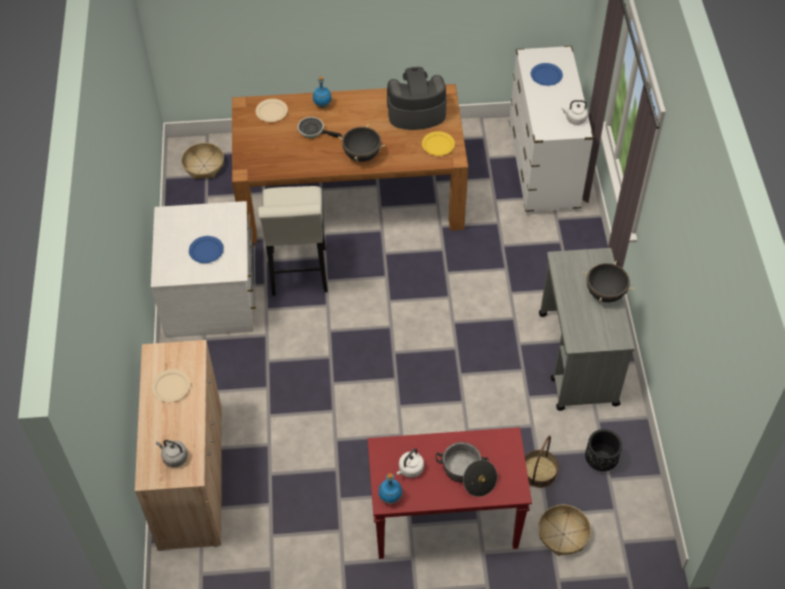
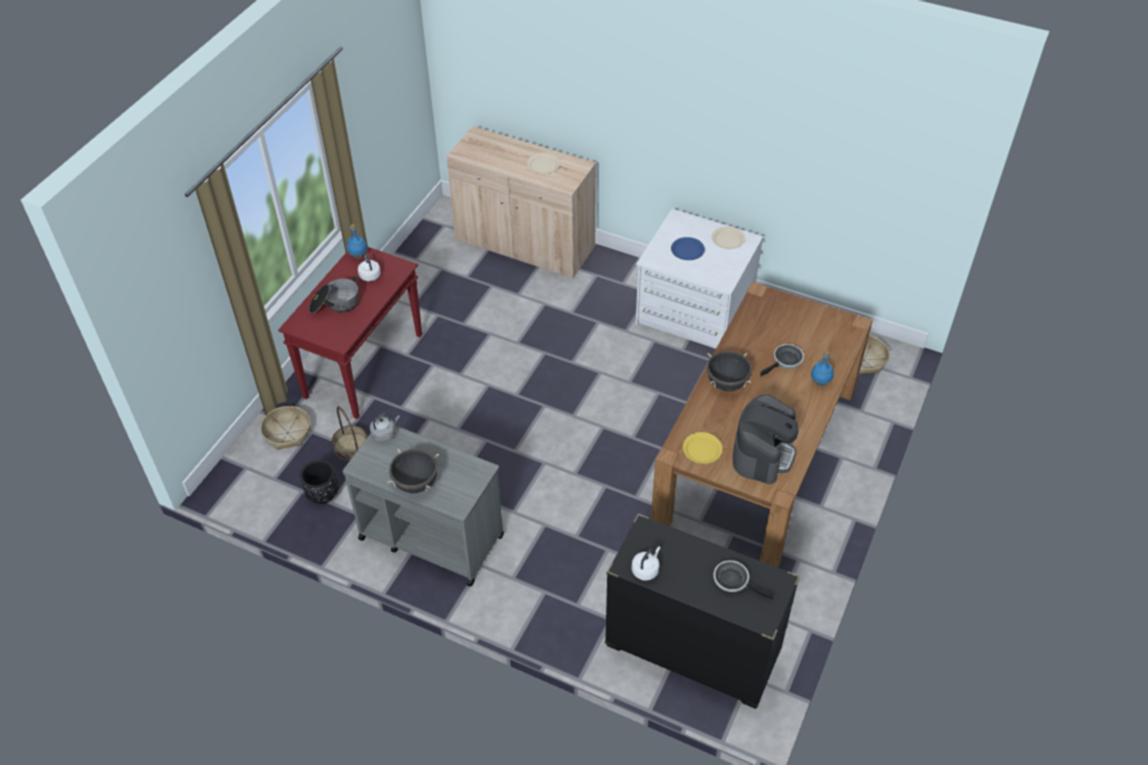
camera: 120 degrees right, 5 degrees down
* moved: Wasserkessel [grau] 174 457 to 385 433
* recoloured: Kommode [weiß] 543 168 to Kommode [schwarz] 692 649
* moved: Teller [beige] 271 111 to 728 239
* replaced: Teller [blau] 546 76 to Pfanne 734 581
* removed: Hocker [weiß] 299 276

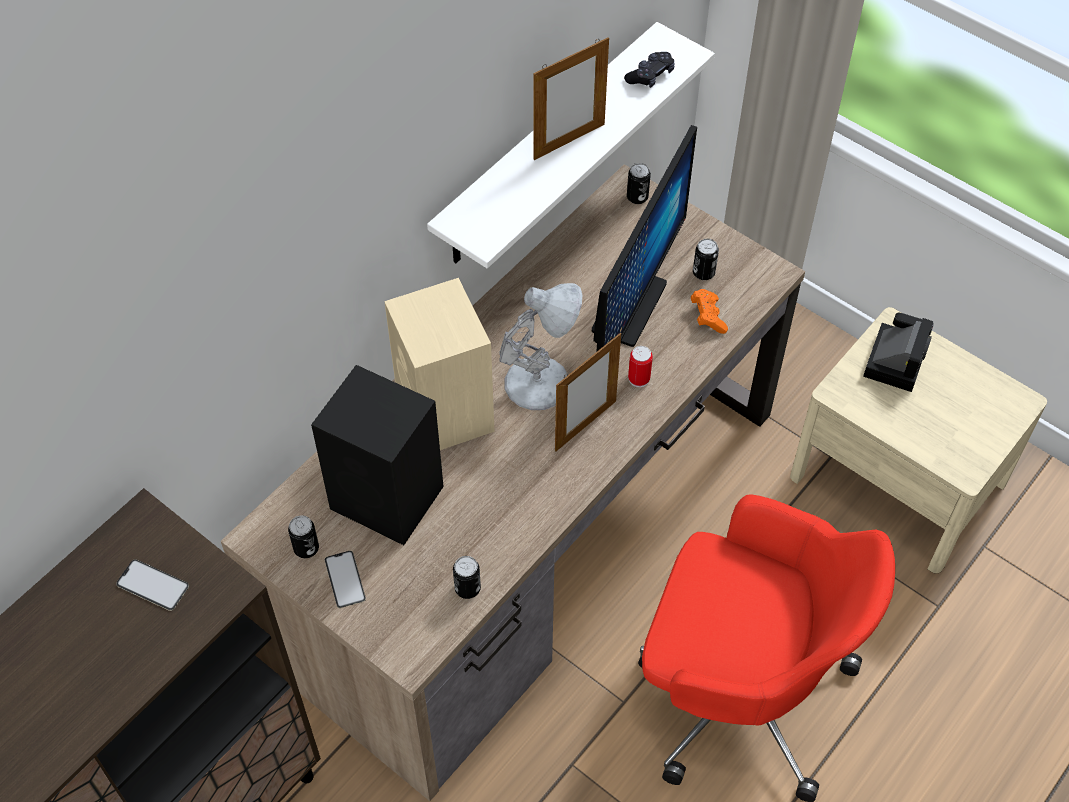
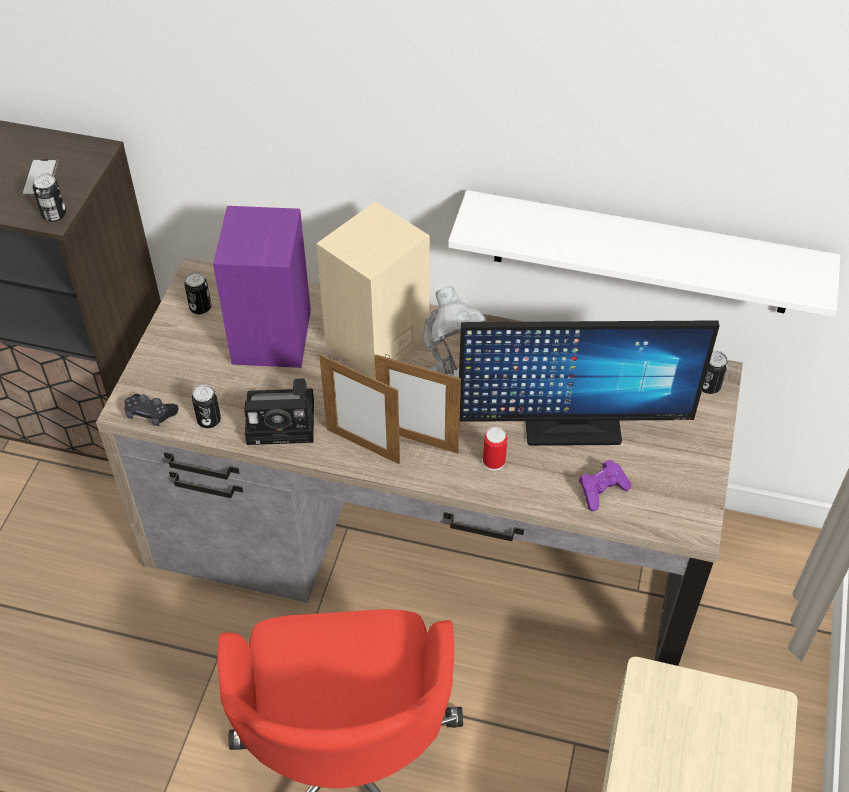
camera: 65 degrees right, 5 degrees down
* moved: Dose 703 273 to 54 214
* moved: Gamepad [schwarz] 650 75 to 150 414
* recoloured: Lautsprecher [schwarz] 389 499 to Lautsprecher [lila] 271 338
* moved: Kamera 895 358 to 284 421
* moved: Bilderrahmen 569 141 to 363 446
* recoloured: Gamepad [orange] 707 317 to Gamepad [lila] 602 490
* removed: Handy 345 579

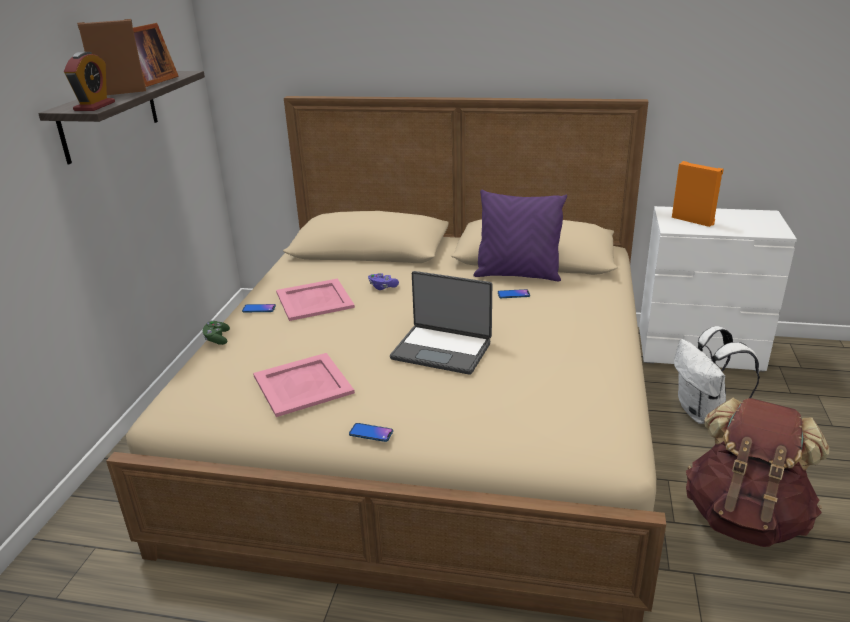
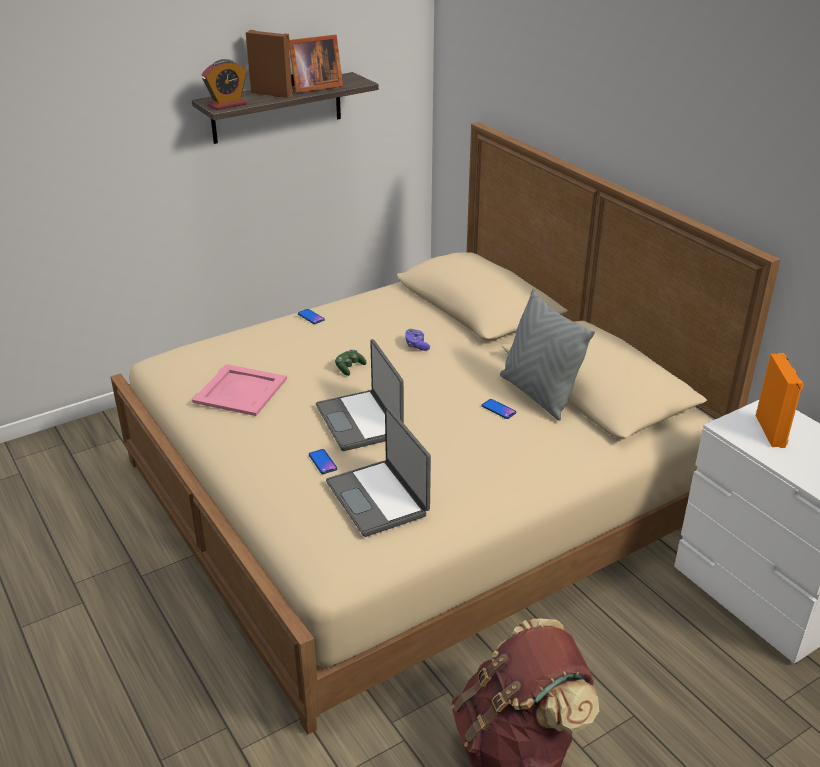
camera: 45 degrees right, 5 degrees up
* moved: Handy 371 433 to 322 462
* added: Laptop 379 498
* moved: Gamepad [grün] 217 339 to 349 368
* recoloured: Kissen [lila] 517 275 to Kissen [grau] 538 394
* removed: Tablett [rosa] 315 299
* removed: Rucksack [weiß] 703 413

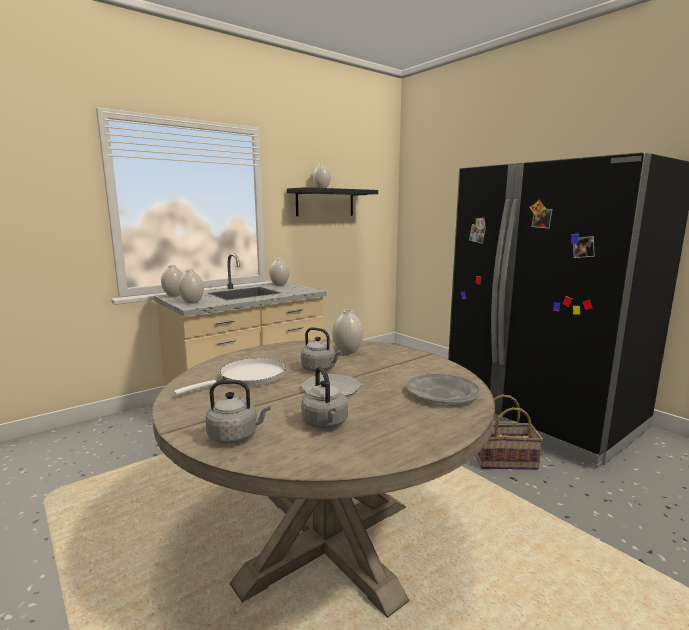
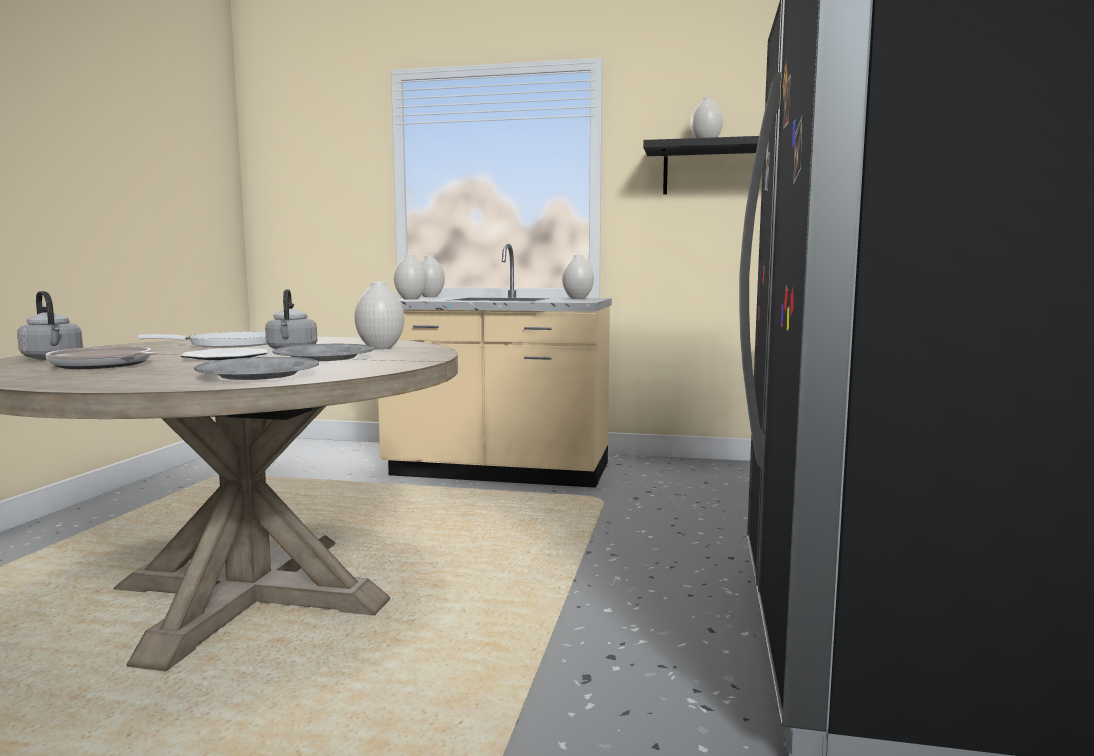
camera: 50 degrees right, 5 degrees down
* replaced: Wasserkessel [grau] 325 424 to Pfanne 104 365
* added: Teller [grau] 324 358
* removed: Korb 505 460

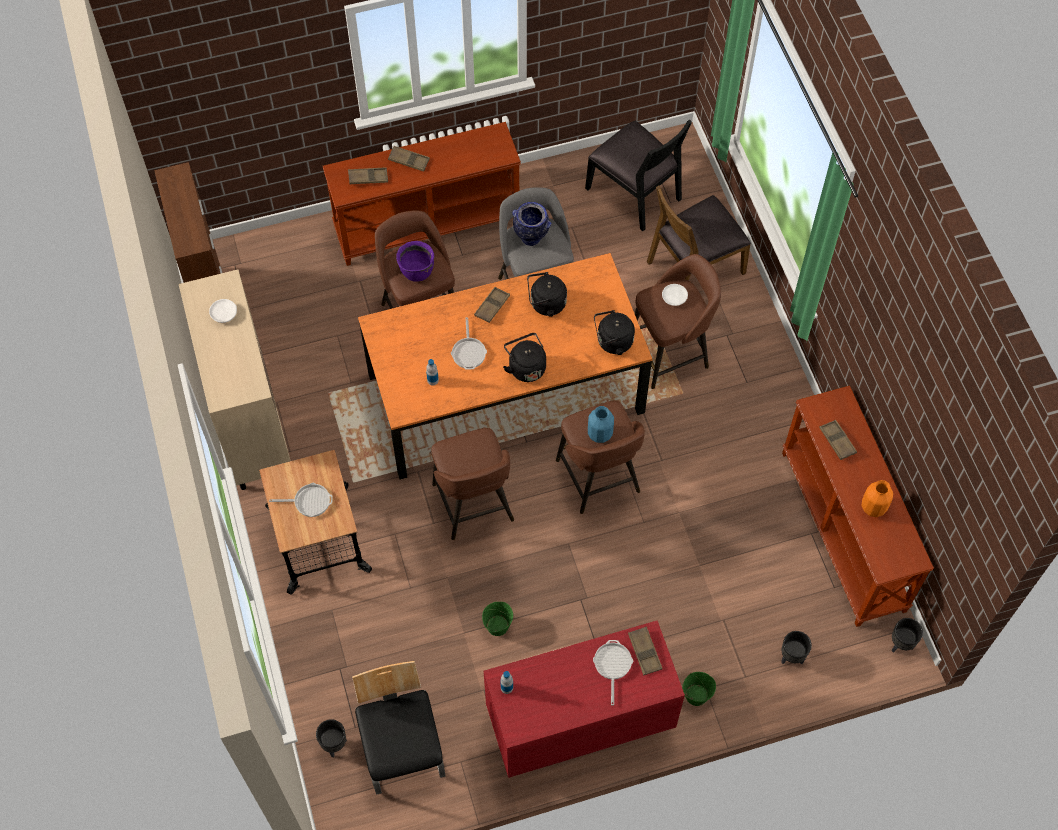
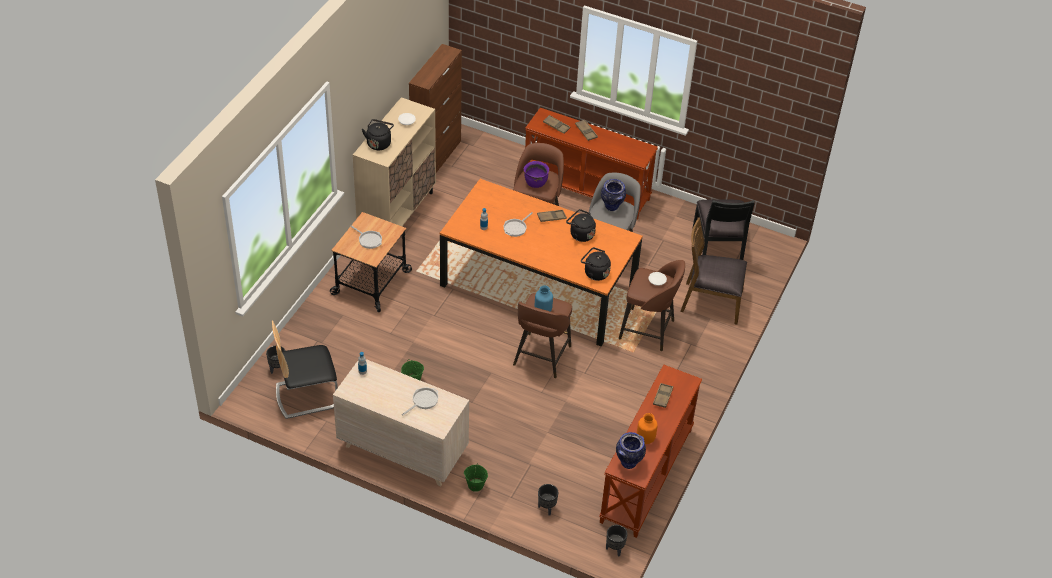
camera: 40 degrees right, 15 degrees down
* turned: Stuhl 403 749 = 306 395 135 degrees counterclockwise
* recoloured: Kommode [rot] 579 723 to Kommode [beige] 402 450
* moved: Wasserkessel [schwarz] 525 367 to 379 143
* added: Vase 629 462
* removed: Hocker [braun] 473 505
* removed: Tablett [braun] 644 652

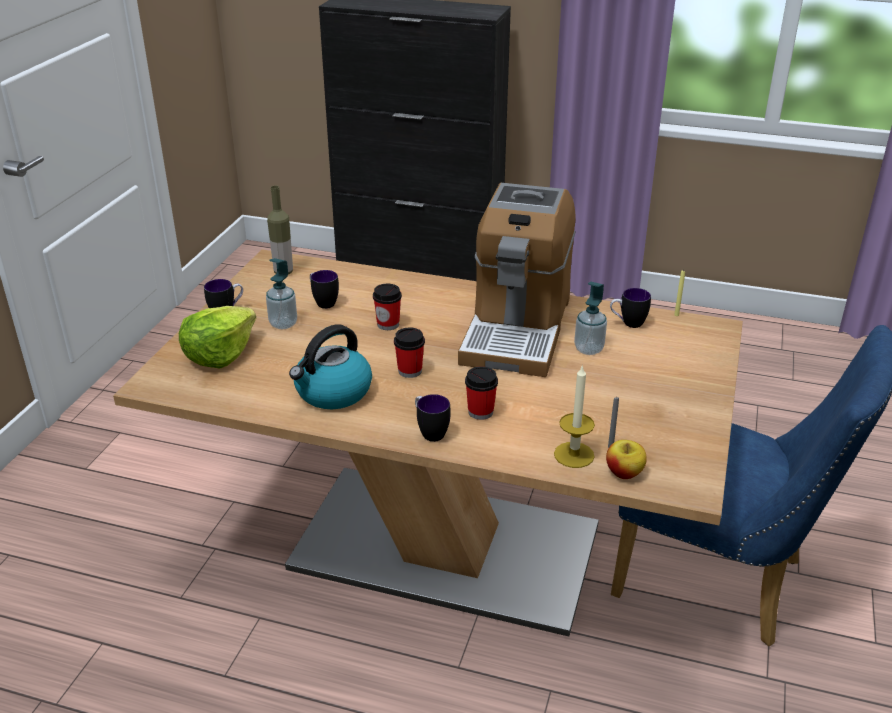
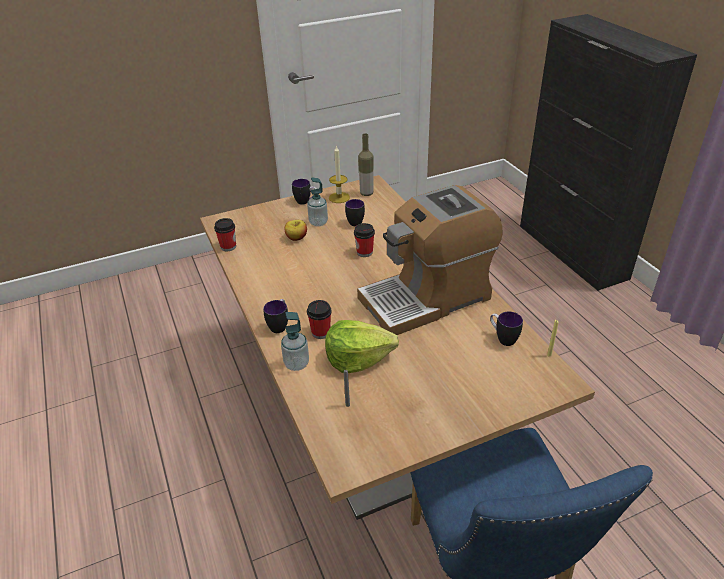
camera: 50 degrees right, 5 degrees up
* moved: Tasse 410 371 to 228 247
* moved: Seifenspender 588 349 to 296 364
* moved: Apfel 624 472 to 296 238
* moved: Salatkopf 219 354 to 358 359
* moved: Kerze 574 455 to 339 197
* removed: Wasserkessel 332 392

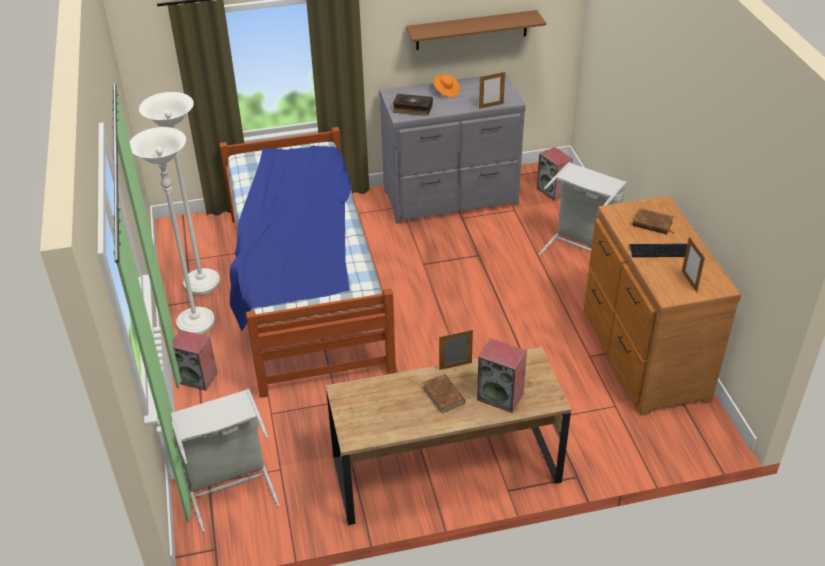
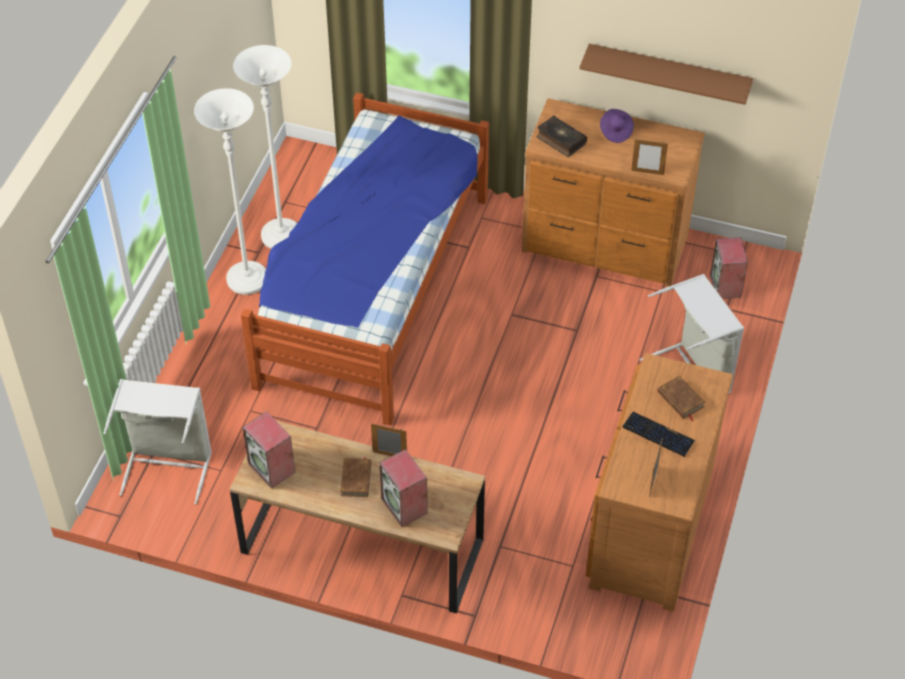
camera: 30 degrees right, 10 degrees up
* moved: Lautsprecher 198 378 to 272 468
* recoloured: Kommode [grau] 451 198 to Kommode [braun] 605 245
* recoloured: Hut [orange] 446 91 to Hut [lila] 615 132

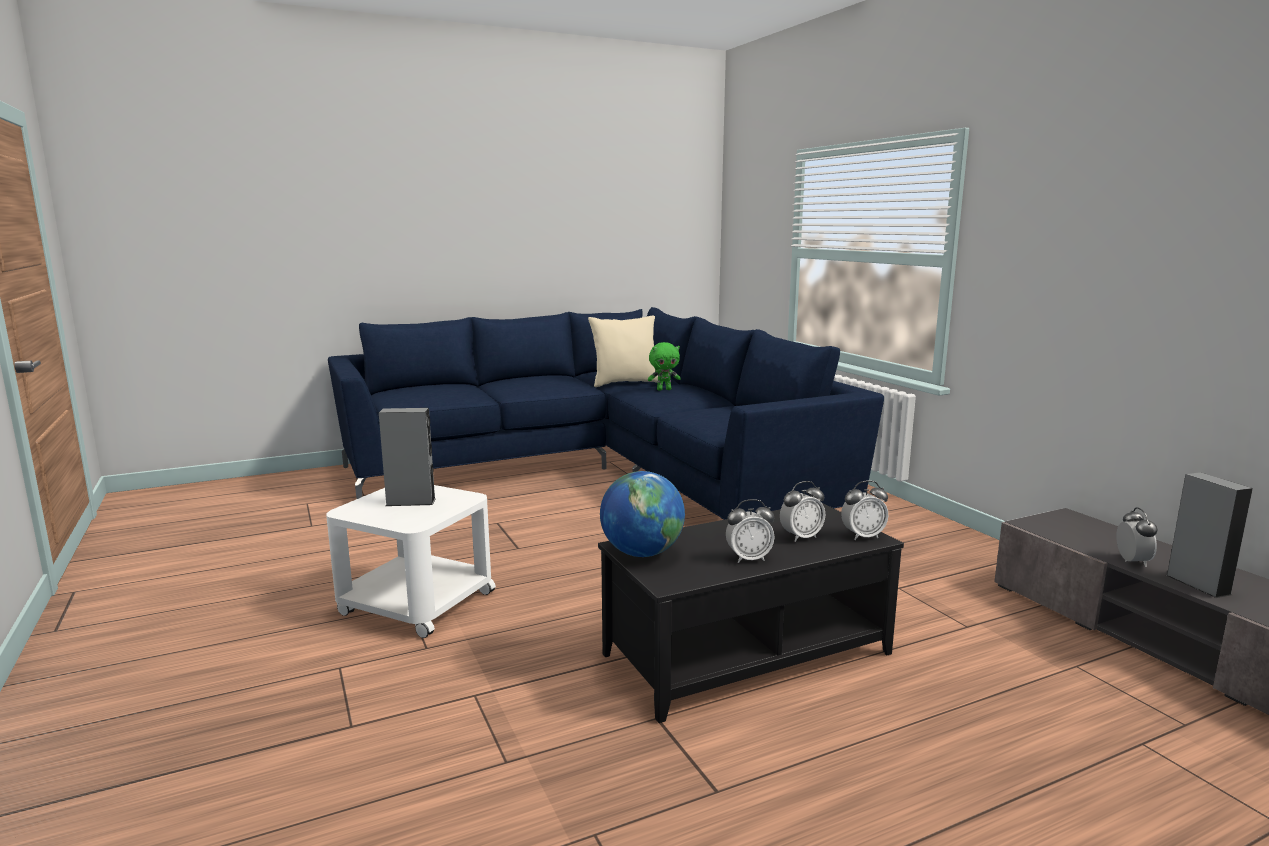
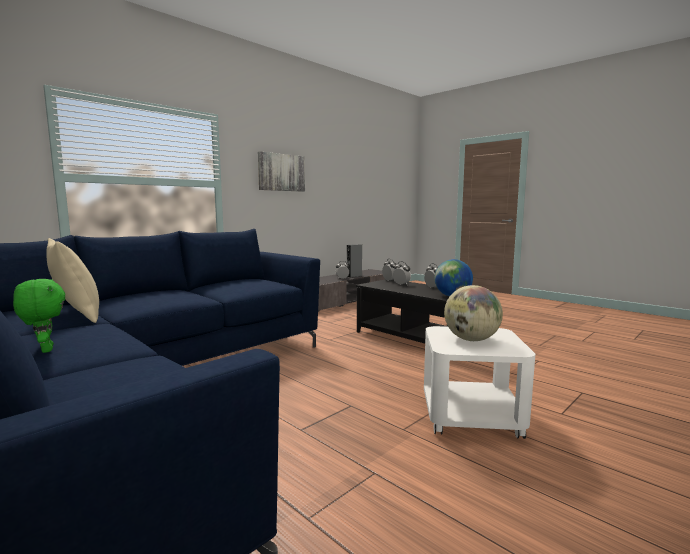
camera: 110 degrees left, 5 degrees down
* moved: Plüschtier [grün] 664 389 to 45 350
* added: Bild 281 172
* replaced: Lautsprecher [grau] 410 502 to Globus 471 340

